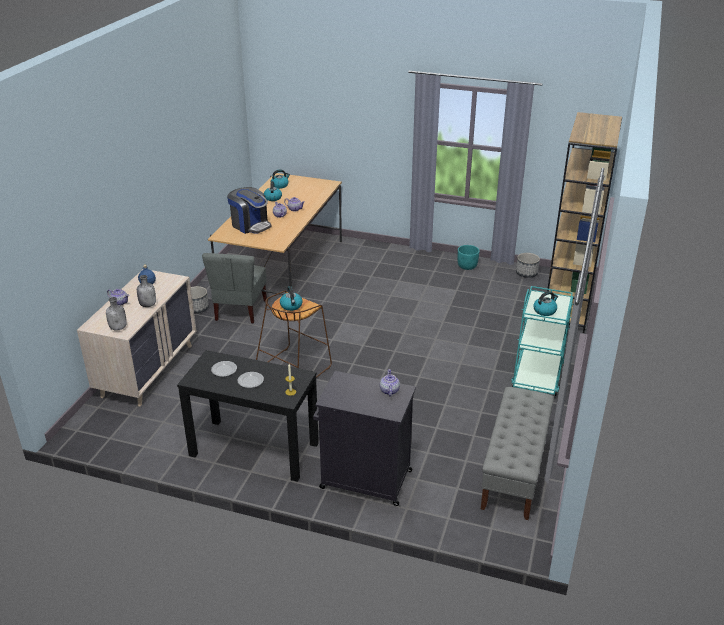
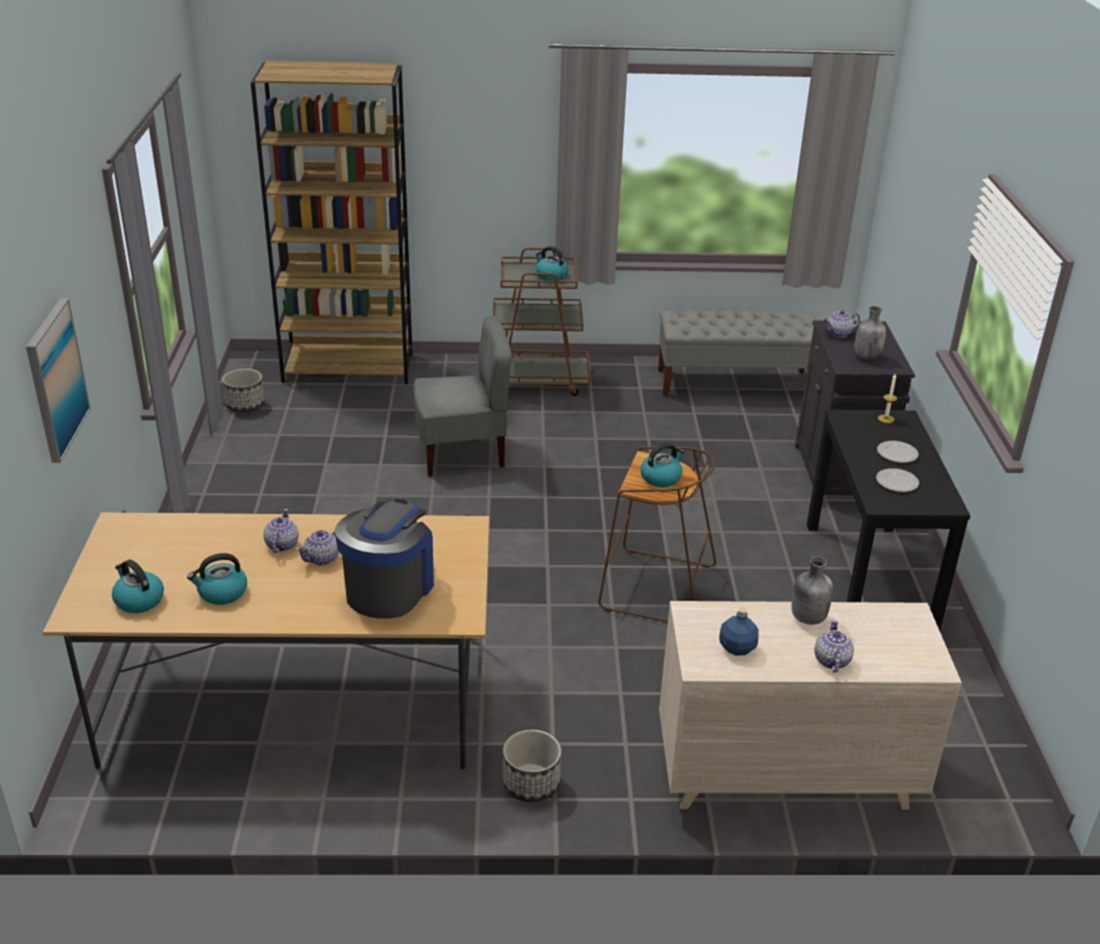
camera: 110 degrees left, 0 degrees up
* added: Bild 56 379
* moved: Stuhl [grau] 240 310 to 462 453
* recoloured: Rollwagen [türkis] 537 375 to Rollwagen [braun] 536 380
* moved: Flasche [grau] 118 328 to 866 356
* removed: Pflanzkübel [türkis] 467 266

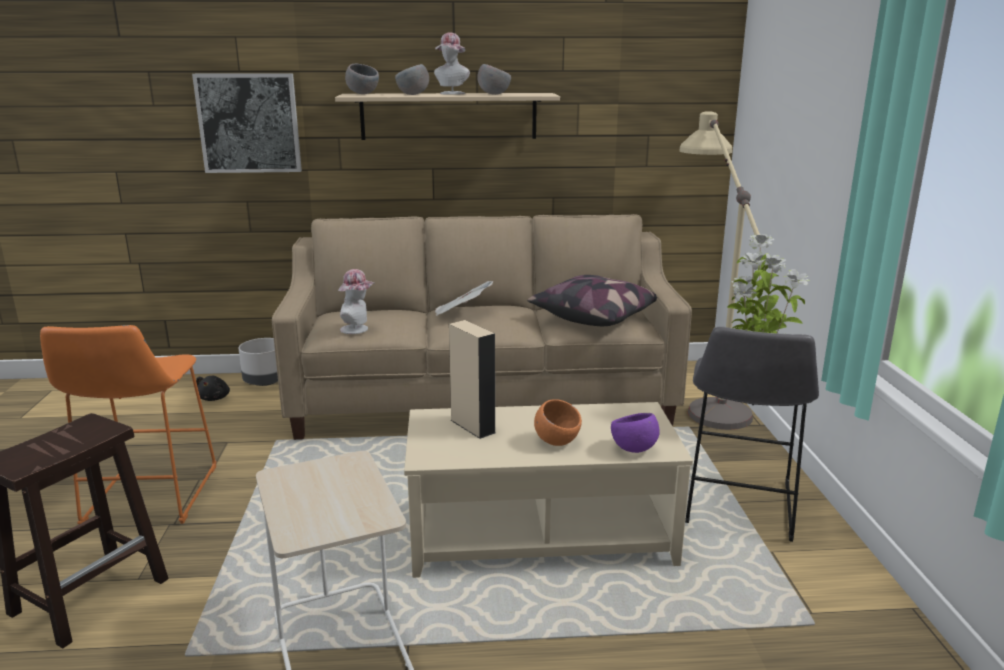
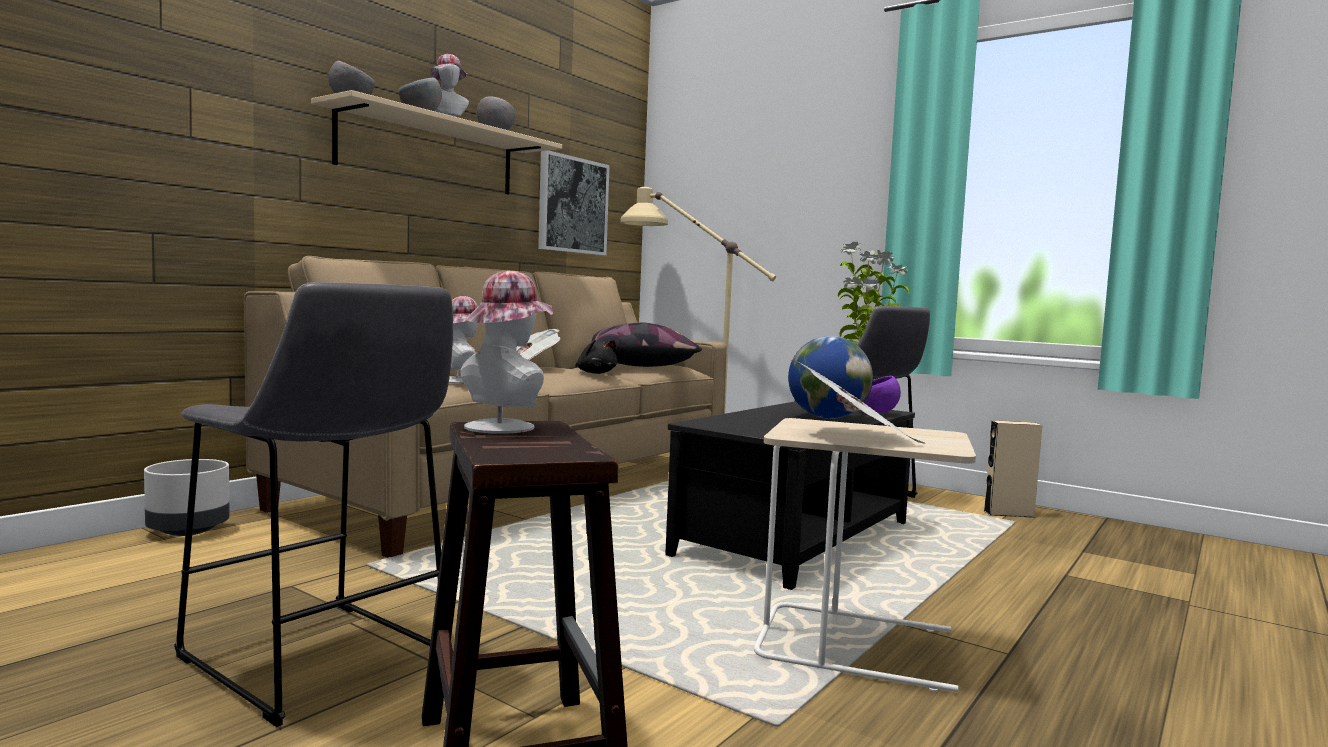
camera: 50 degrees left, 15 degrees down
* recoloured: Hocker [orange] 148 499 to Hocker [grau] 320 662
* added: Hut 506 426
* moved: Bild 249 123 to 572 205
* moved: Plüschtier [schwarz] 215 398 to 595 373
* recoloured: Couchtisch [beige] 540 534 to Couchtisch [schwarz] 793 539
* replaced: Schüssel [orange] 557 441 to Globus 827 418
* added: Zeitung 855 437
* moved: Lautsprecher [beige] 472 426 to 1008 514

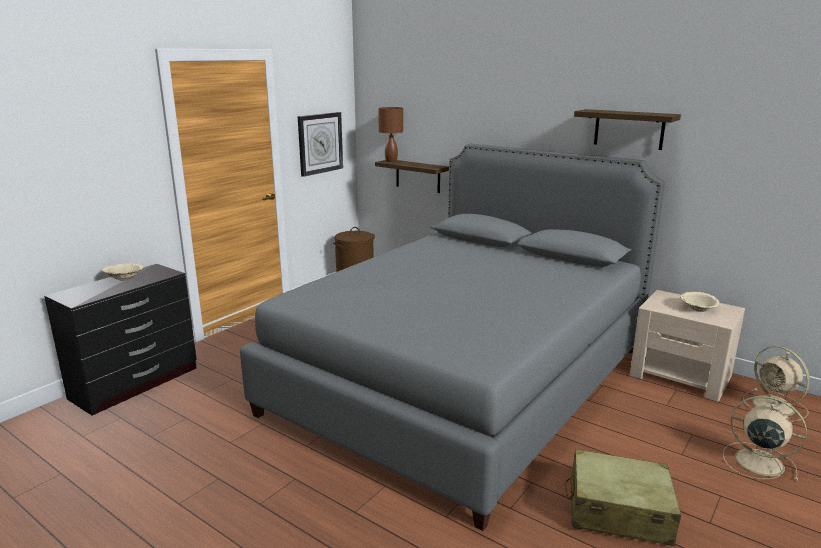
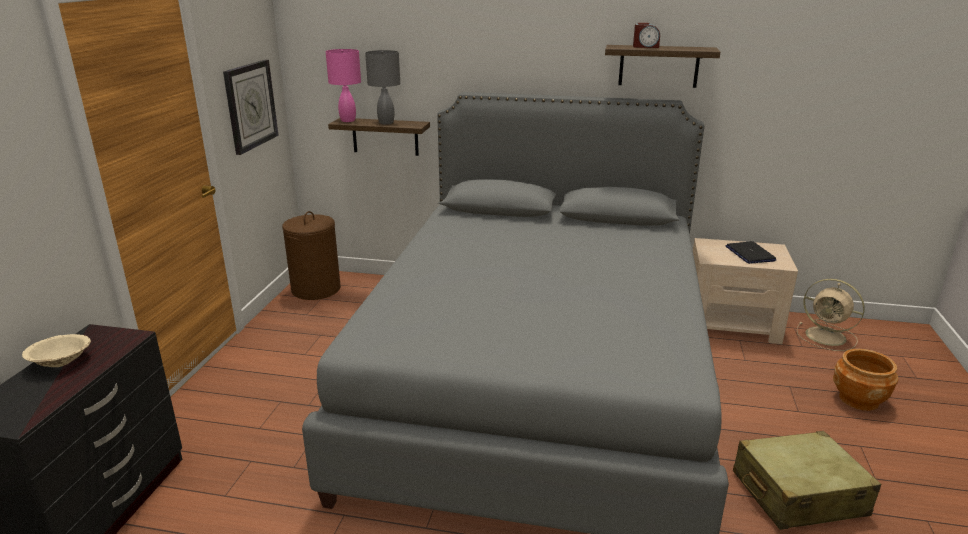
camera: 25 degrees left, 5 degrees up
* recoloured: Tischlampe [braun] 391 161 to Tischlampe [rosa] 348 120
* added: Tischlampe [grau] 386 122
* added: Wecker 645 47
* replaced: Schüssel [beige] 697 309 to Laptop 749 253
* replaced: Ventilator [beige] 757 461 to Pflanzkübel [braun] 858 399

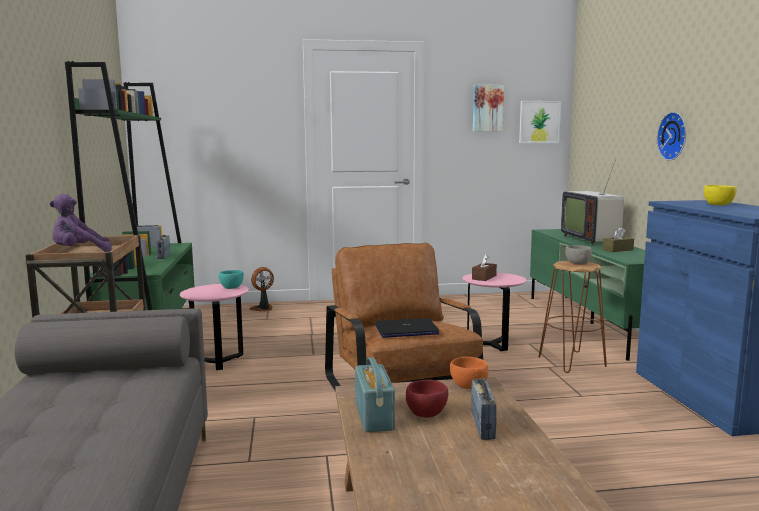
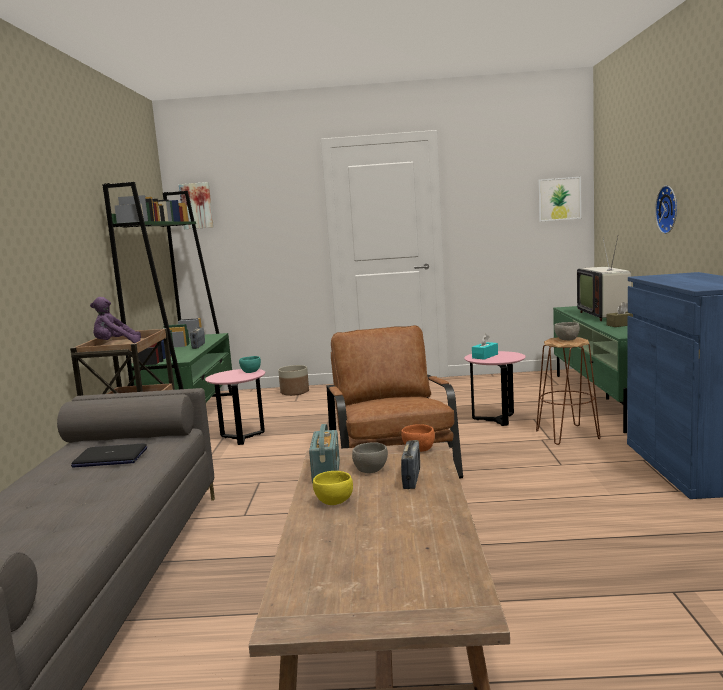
camera: 10 degrees right, 0 degrees up
* moved: Laptop 406 330 to 110 458
* moved: Bild 487 108 to 196 206
* replaced: Ventilator 263 309 to Pflanzkübel 294 392
* moved: Schüssel [gelb] 719 205 to 335 502
* recoloured: Schüssel [rot] 425 412 to Schüssel [grau] 370 469
* recoloured: Taschentuchbox [braun] 484 277 to Taschentuchbox [türkis] 485 356

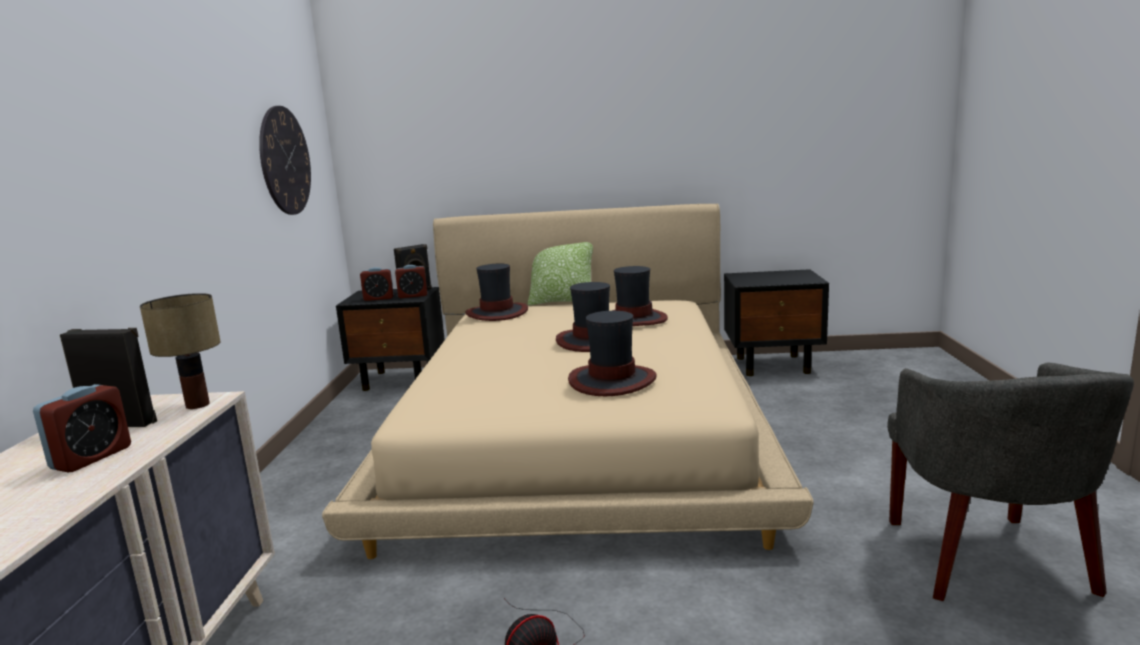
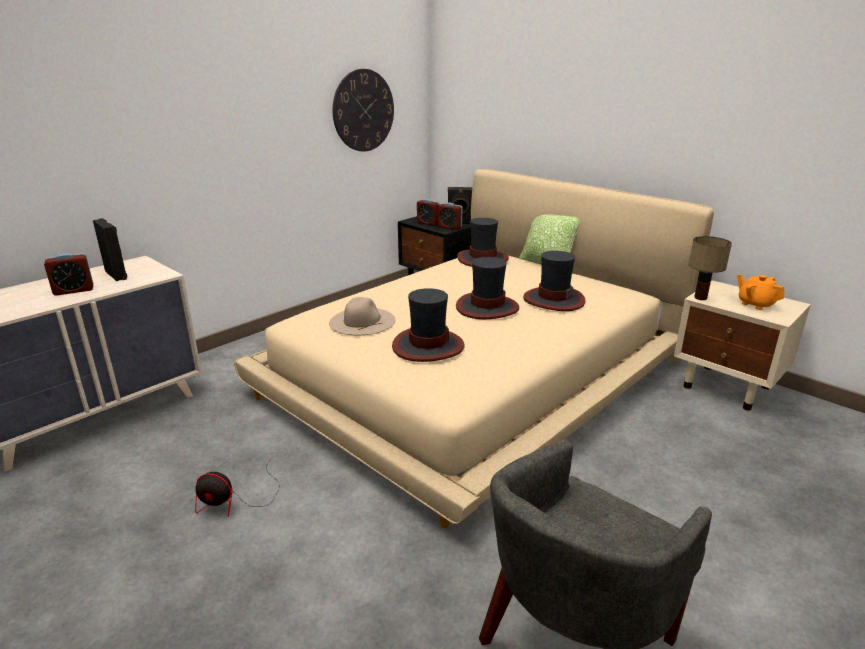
camera: 40 degrees right, 10 degrees up
* added: Hut [beige] 362 321
* recoloured: Nachttisch [schwarz] 773 365 to Nachttisch [beige] 727 387
* moved: Tischlampe 196 405 to 699 297
* added: Teekanne [orange] 755 304

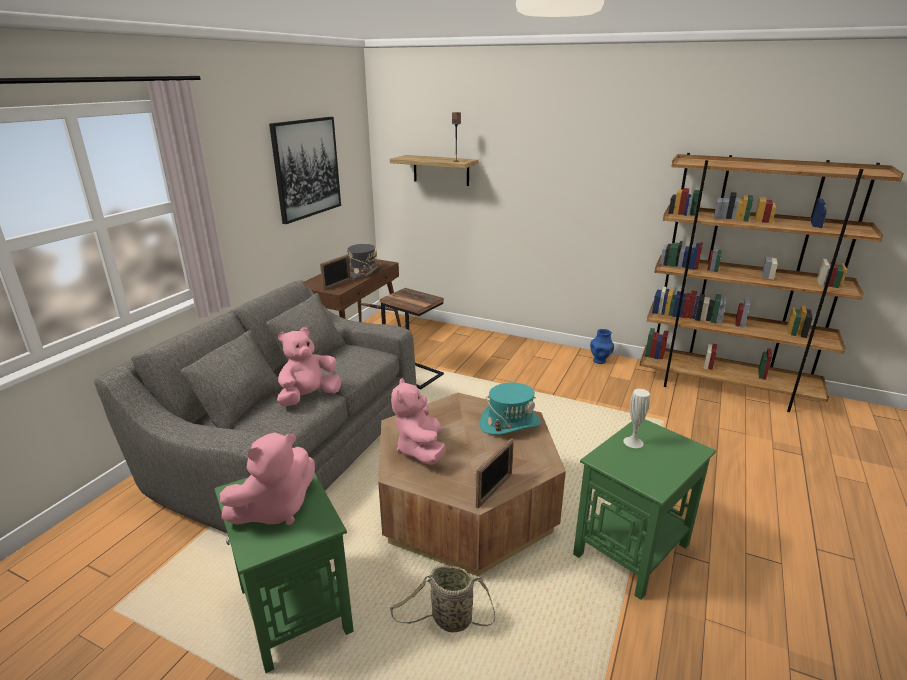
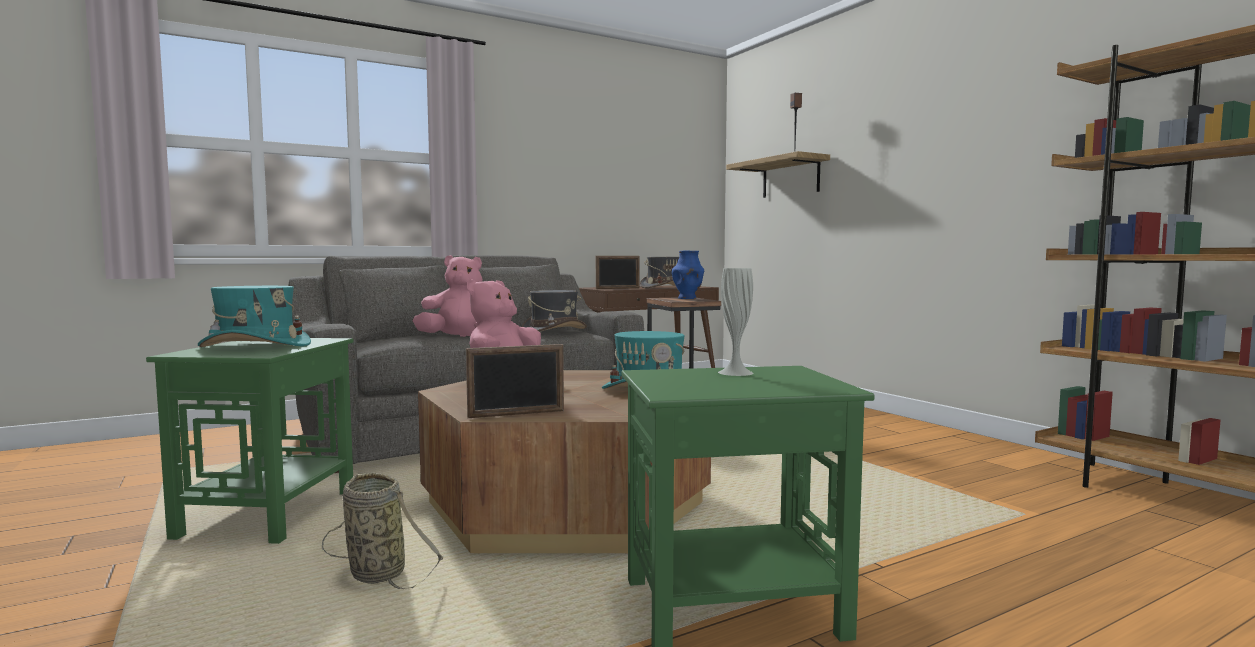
camera: 35 degrees right, 20 degrees down
* replaced: Plüschtier [rosa] 275 509 to Hut [türkis] 255 346
* added: Hut [grau] 554 331
* moved: Vase [blau] 600 361 to 687 298
* removed: Bild 306 168

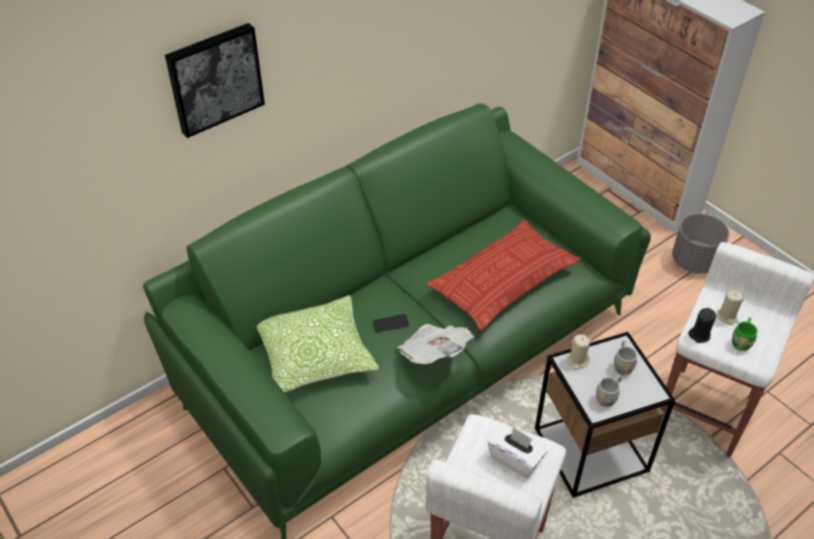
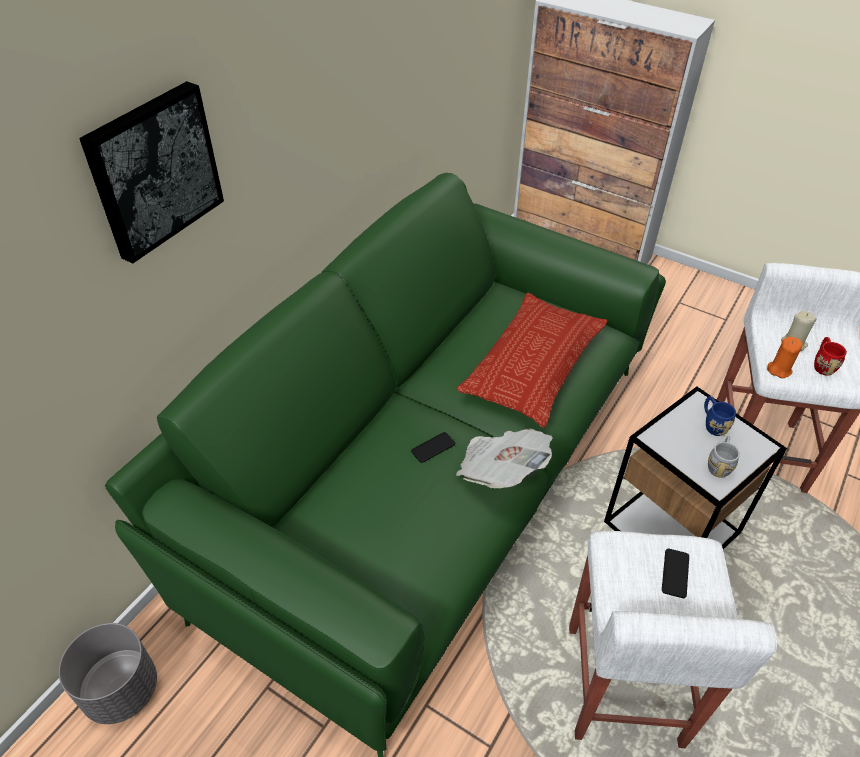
camera: 20 degrees left, 0 degrees up
* moved: Pflanzkübel [grau] 694 261 to 121 689
* replaced: Taschentuchbox [weiß] 516 459 to Handy 675 573
* recoloured: Henkelbecher [grau] 622 364 to Henkelbecher [blau] 712 424
* recoloured: Kerze [schwarz] 699 335 to Kerze [orange] 779 369
* recoloured: Henkelbecher [grün] 741 341 to Henkelbecher [rot] 822 364
* removed: Kissen 315 355
* removed: Kerze [beige] 577 361

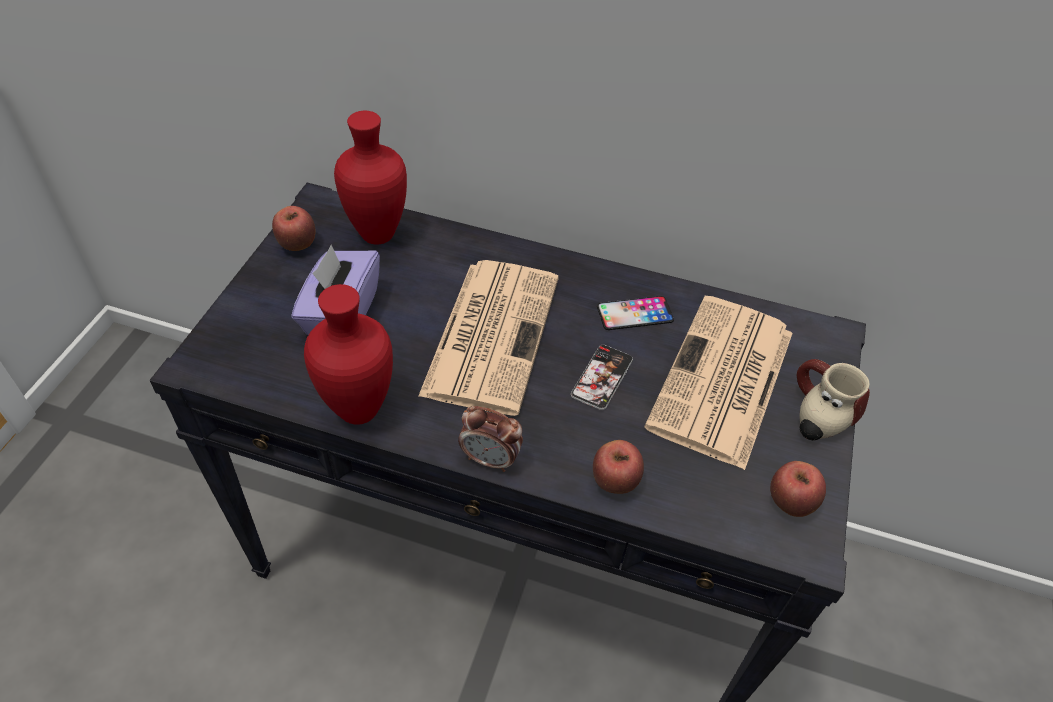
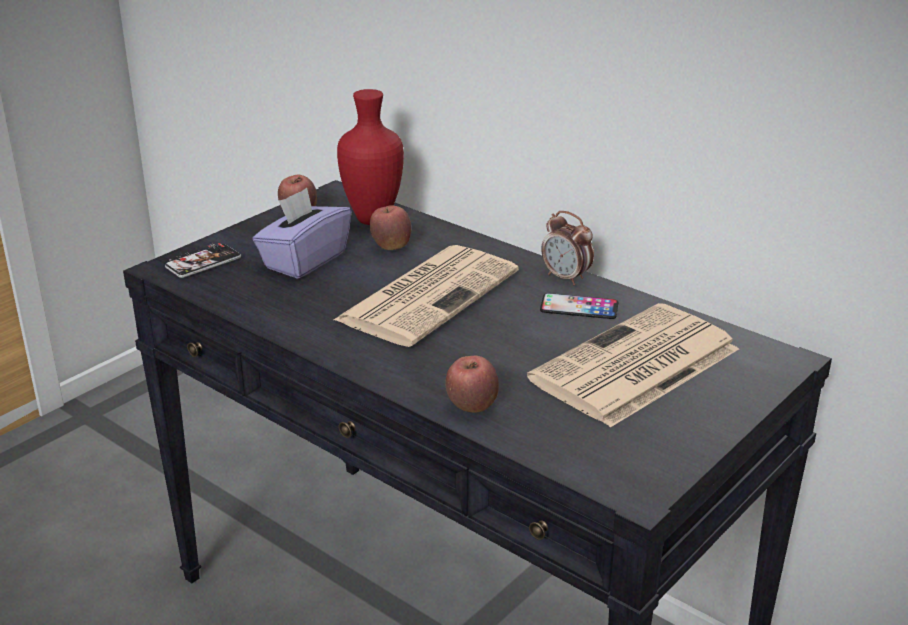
camera: 25 degrees right, 20 degrees down
* moved: Handy 602 377 to 203 262
* moved: Apfel 790 503 to 391 247
* moved: Wecker 490 459 to 566 278
* removed: Vase [rot] 356 410
* removed: Henkelbecher 813 416

